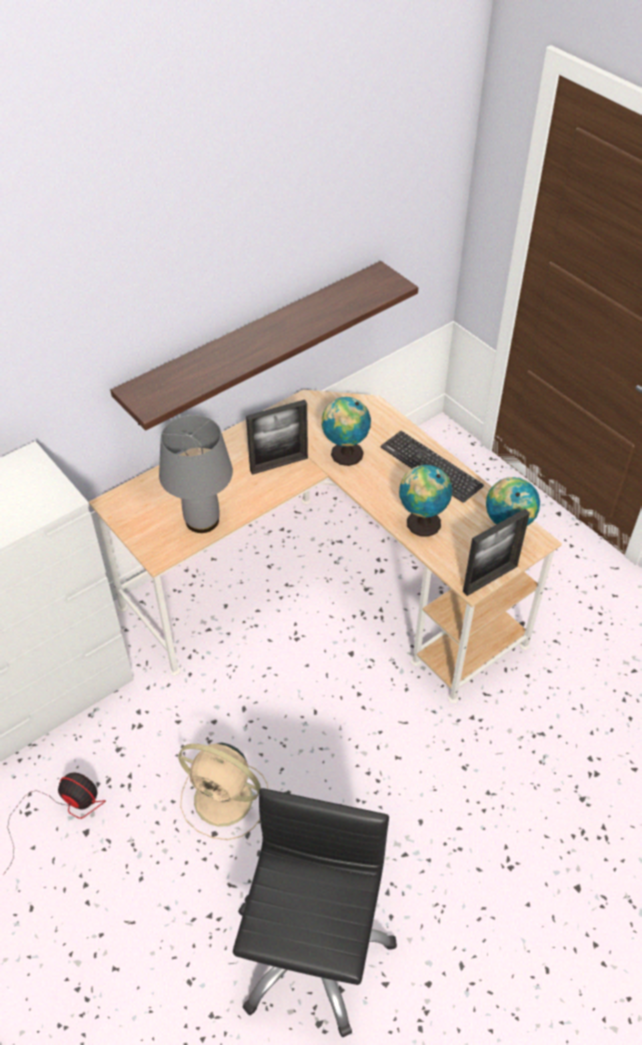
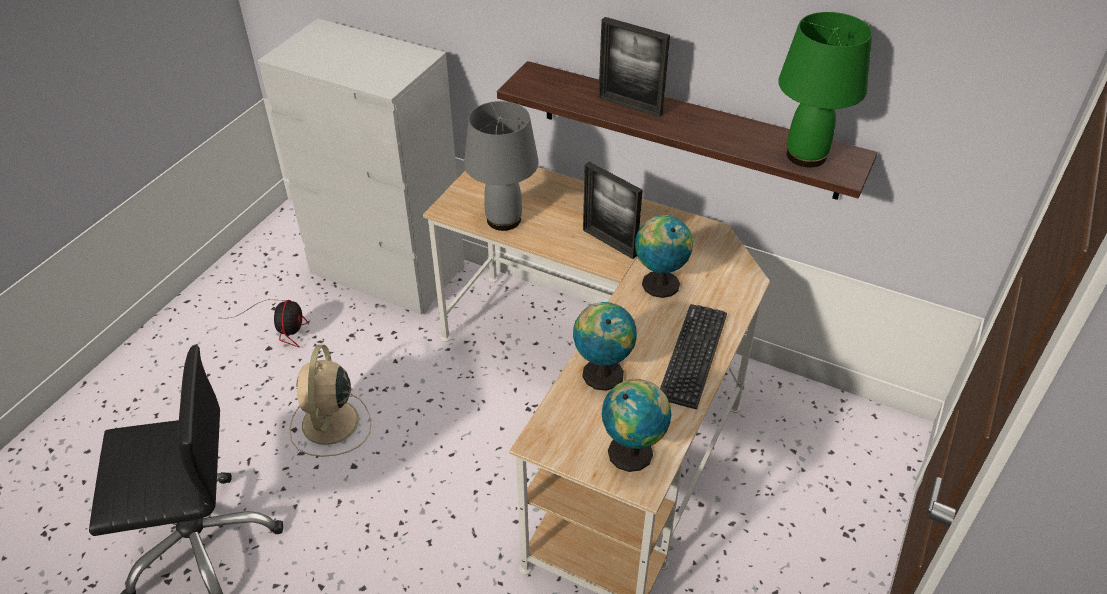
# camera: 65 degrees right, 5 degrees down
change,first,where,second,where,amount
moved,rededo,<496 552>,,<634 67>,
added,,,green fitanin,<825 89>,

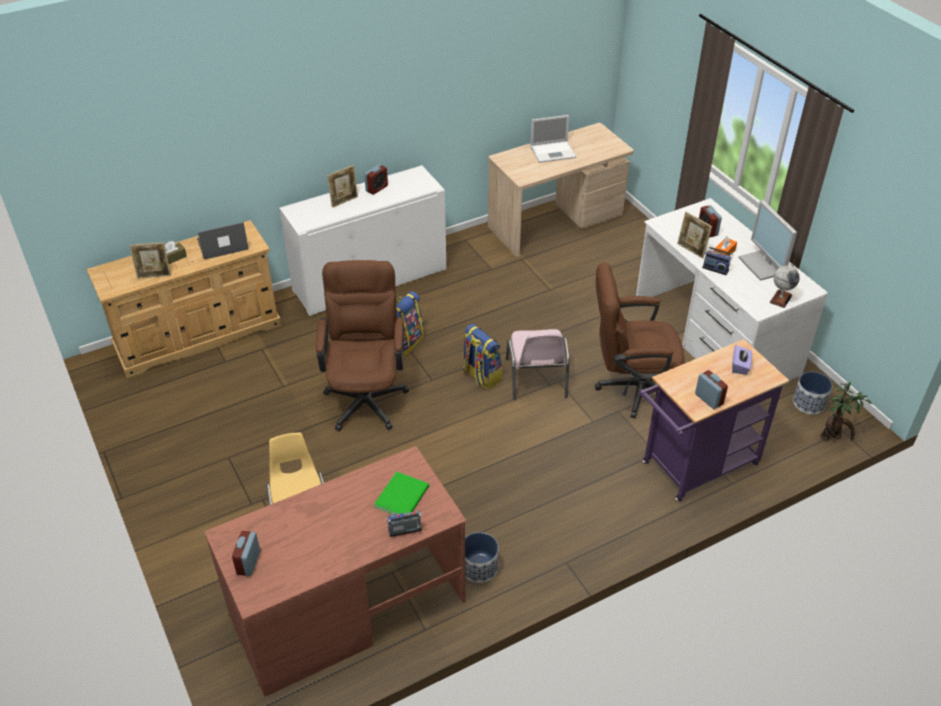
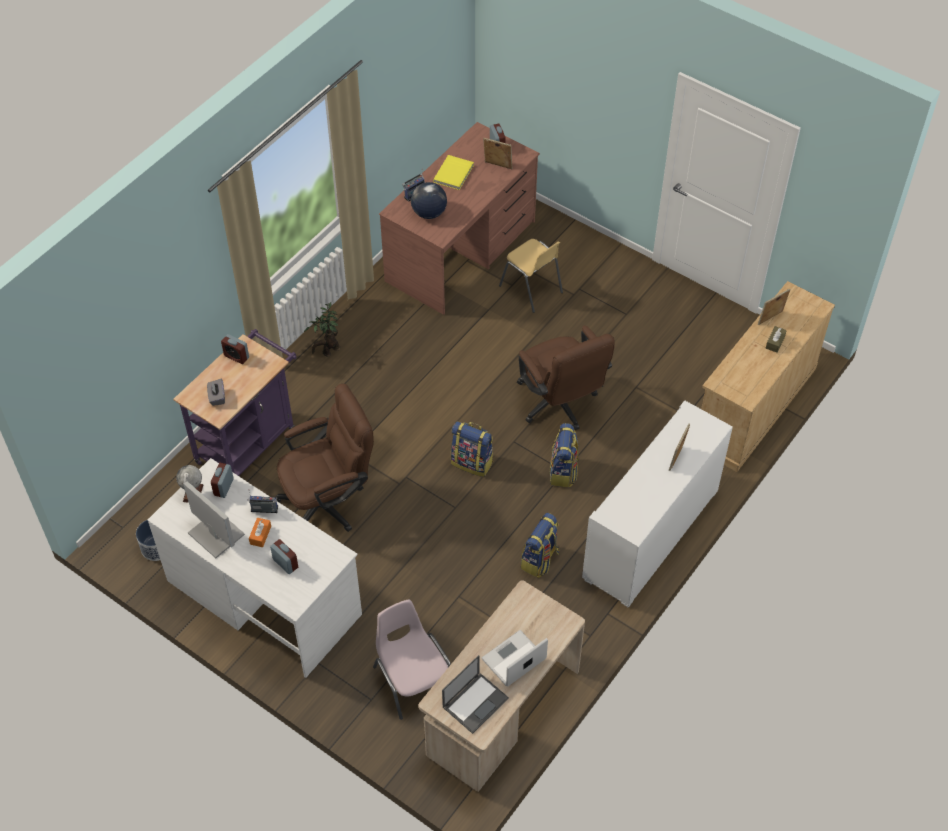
# camera: 155 degrees right, 10 degrees up
change,first,where,second,where,amount
recoloured,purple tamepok,<742 360>,grey tamepok,<216 392>,
moved,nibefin,<376 179>,,<222 480>,
moved,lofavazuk,<846 411>,,<322 329>,
moved,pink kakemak,<538 364>,,<412 659>,
replaced,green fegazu,<401 493>,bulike,<429 200>,
added,,,yellow fegazu,<453 172>,
moved,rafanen,<223 241>,,<475 694>,
moved,rededo,<694 235>,,<497 153>,
added,,,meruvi,<540 545>,
removed,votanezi,<482 557>,,,

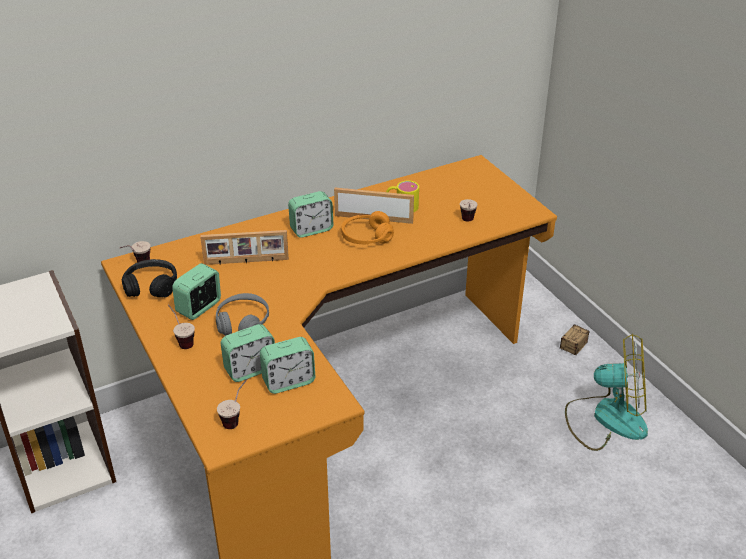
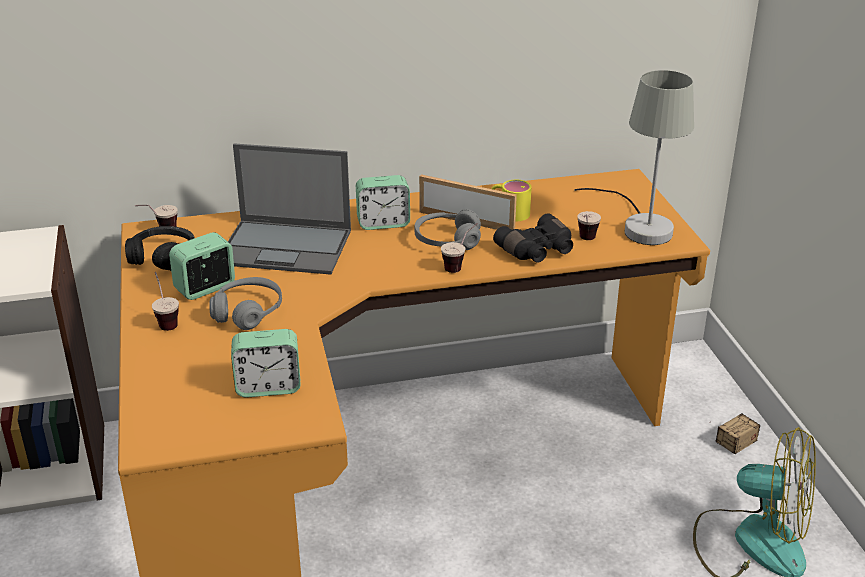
# camera: 15 degrees right, 5 degrees down
change,first,where,second,where,amount
replaced,rededo,<244 247>,rafanen,<289 209>,
recoloured,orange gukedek,<367 227>,grey gukedek,<447 229>,
moved,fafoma,<232 404>,,<459 248>,
added,,,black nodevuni,<533 238>,
added,,,grey fitanin,<634 157>,
removed,nibefin,<248 353>,,,

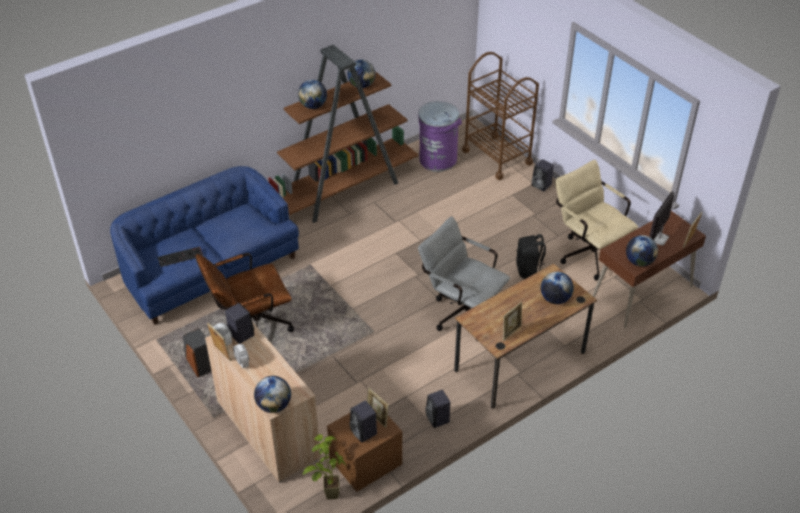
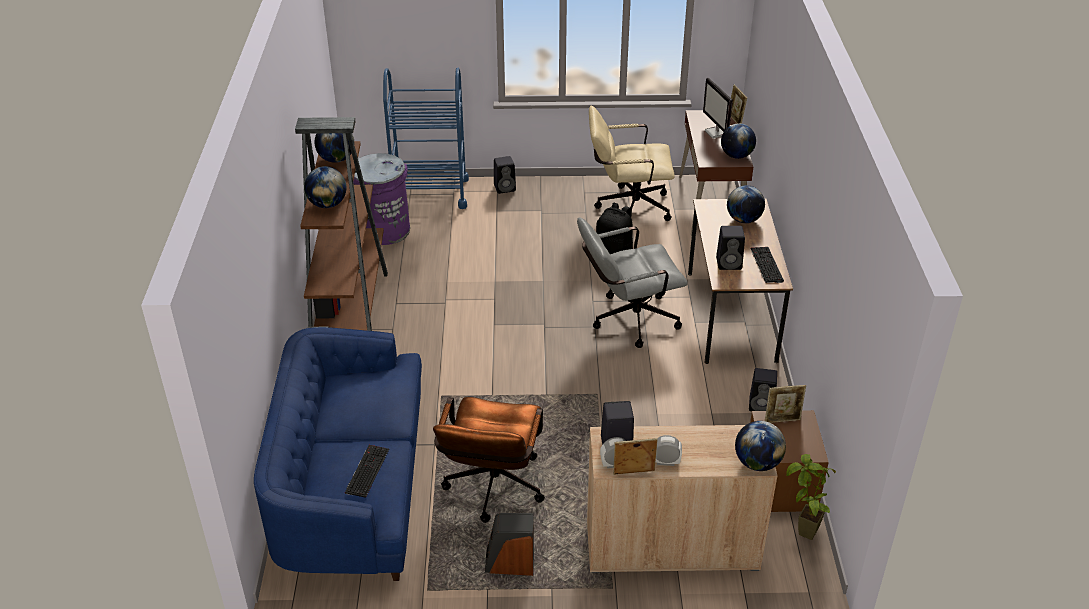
# camera: 55 degrees left, 5 degrees down
change,first,where,second,where,amount
recoloured,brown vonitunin,<500 116>,blue vonitunin,<426 138>,
moved,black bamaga,<363 421>,,<730 248>,
replaced,rededo,<512 321>,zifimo,<767 265>,

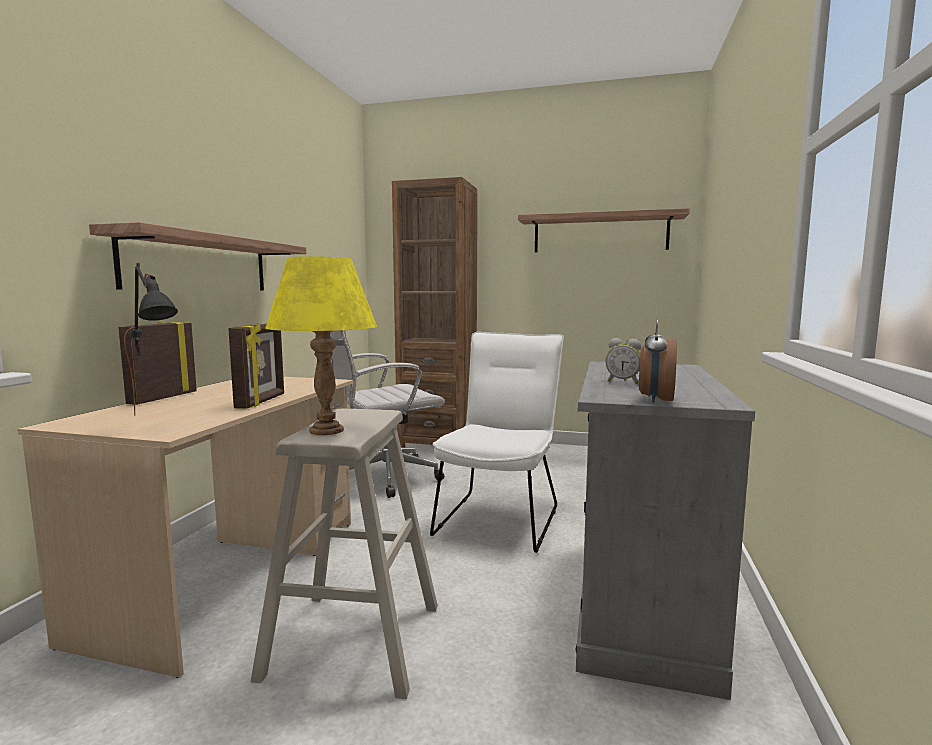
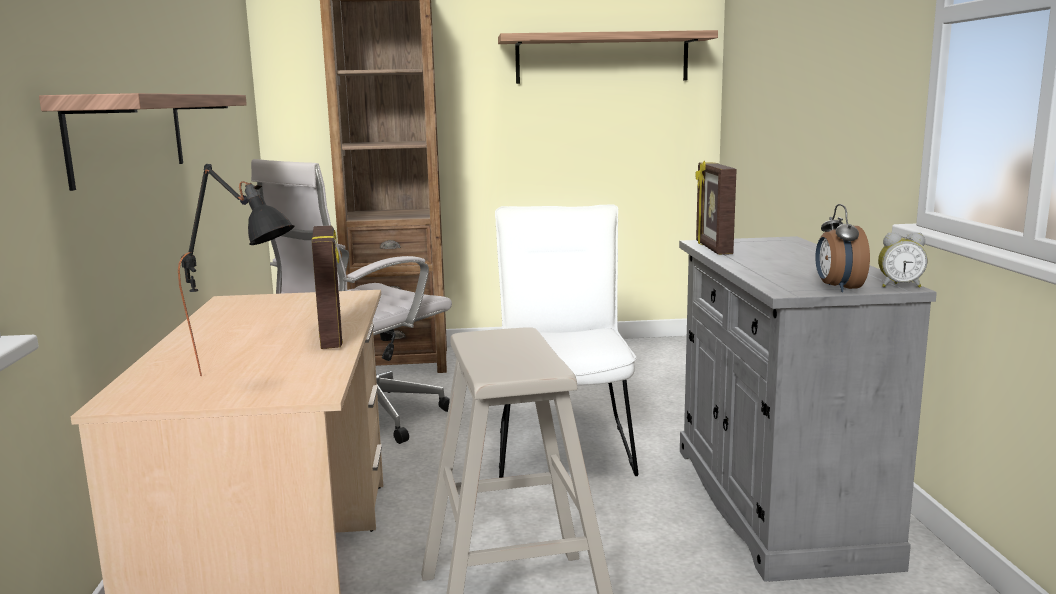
# camera: 20 degrees left, 5 degrees up
change,first,where,second,where,amount
moved,rededo,<157 362>,,<716 208>,
moved,nibefin,<623 361>,,<902 260>,
removed,yellow fitanin,<321 345>,,,

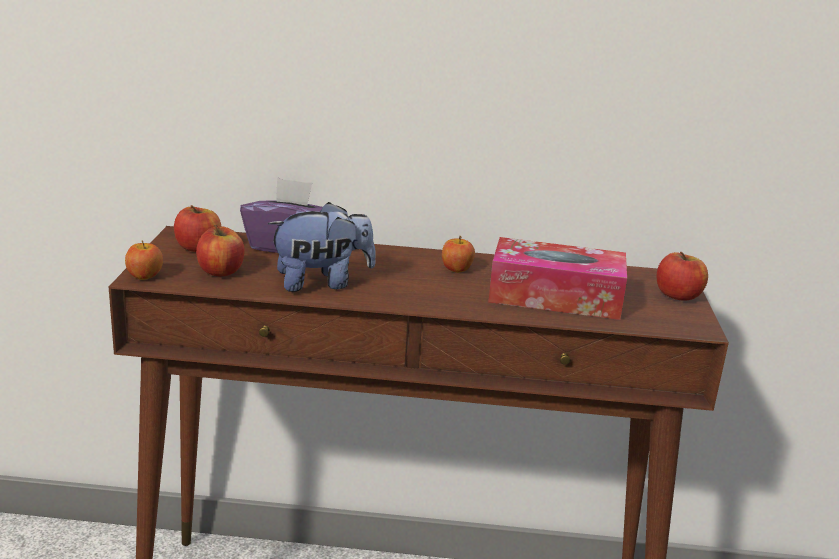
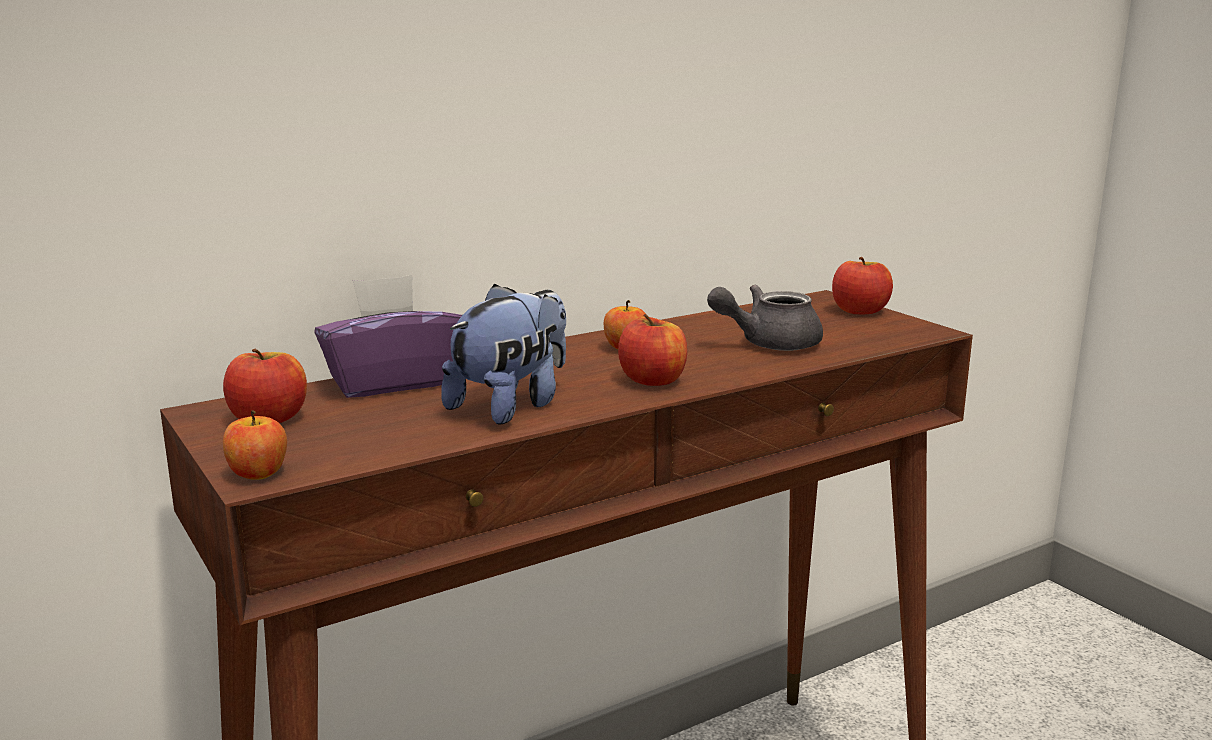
# camera: 35 degrees left, 5 degrees down
change,first,where,second,where,amount
moved,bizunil,<220 251>,,<652 350>,
replaced,tamepok,<557 278>,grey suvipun,<765 318>,

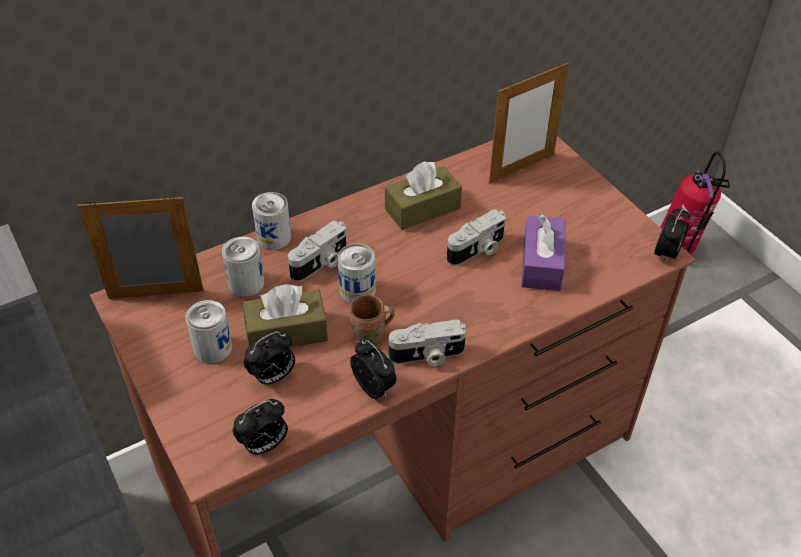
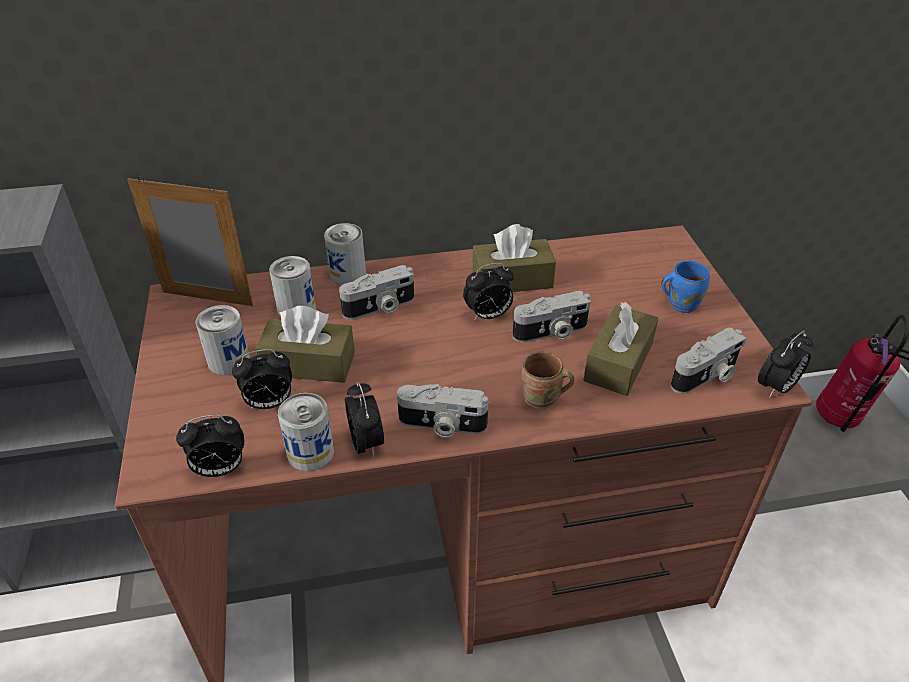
# camera: 20 degrees right, 5 degrees down
change,first,where,second,where,amount
moved,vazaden,<356 273>,,<306 432>,
added,,,nibefin,<488 292>,
moved,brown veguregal,<371 318>,,<548 380>,
recoloured,purple tamepok,<543 252>,brown tamepok,<620 349>,
added,,,blue veguregal,<686 286>,
added,,,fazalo,<709 360>,
removed,rededo,<529 122>,,,

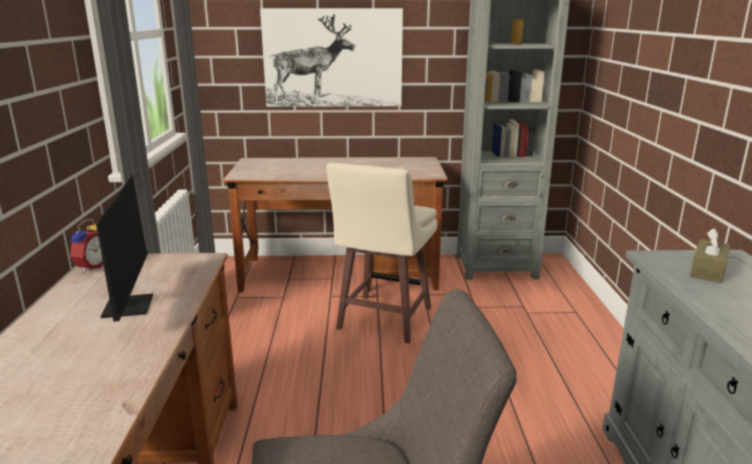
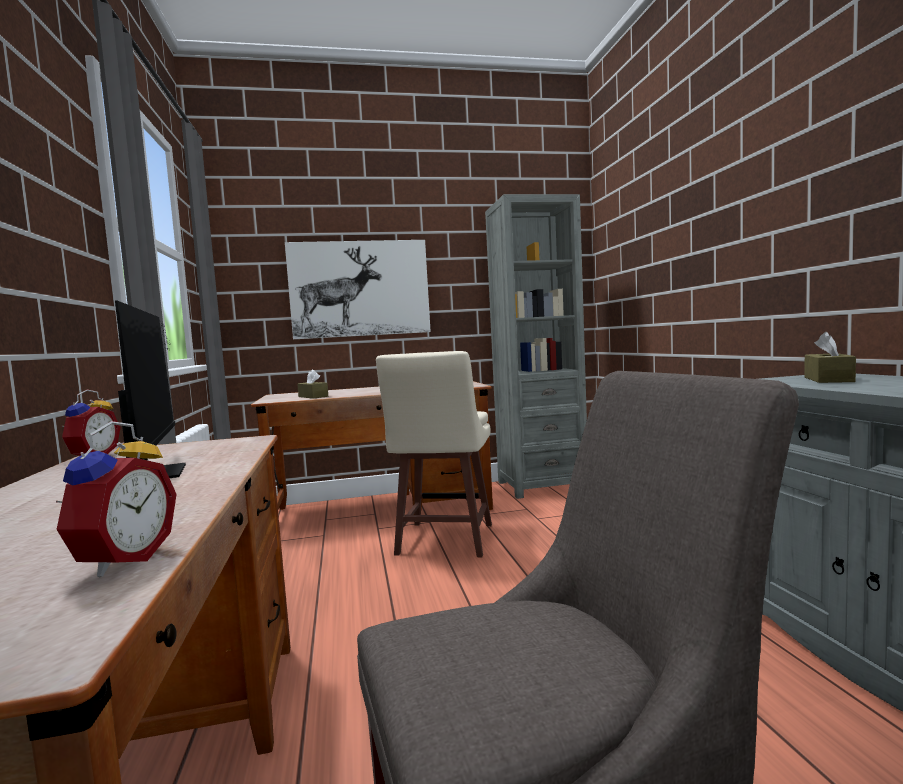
# camera: 10 degrees left, 15 degrees down
change,first,where,second,where,amount
added,,,nibefin,<116 499>,
added,,,brown tamepok,<312 384>,

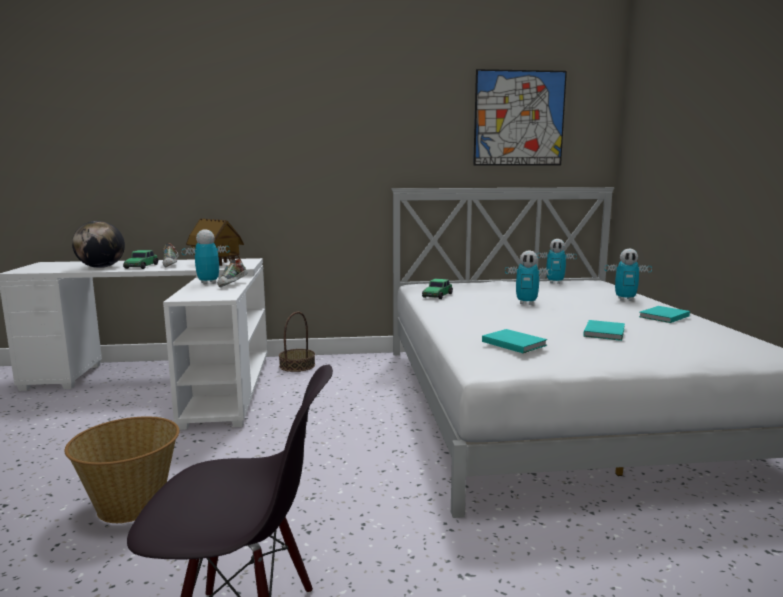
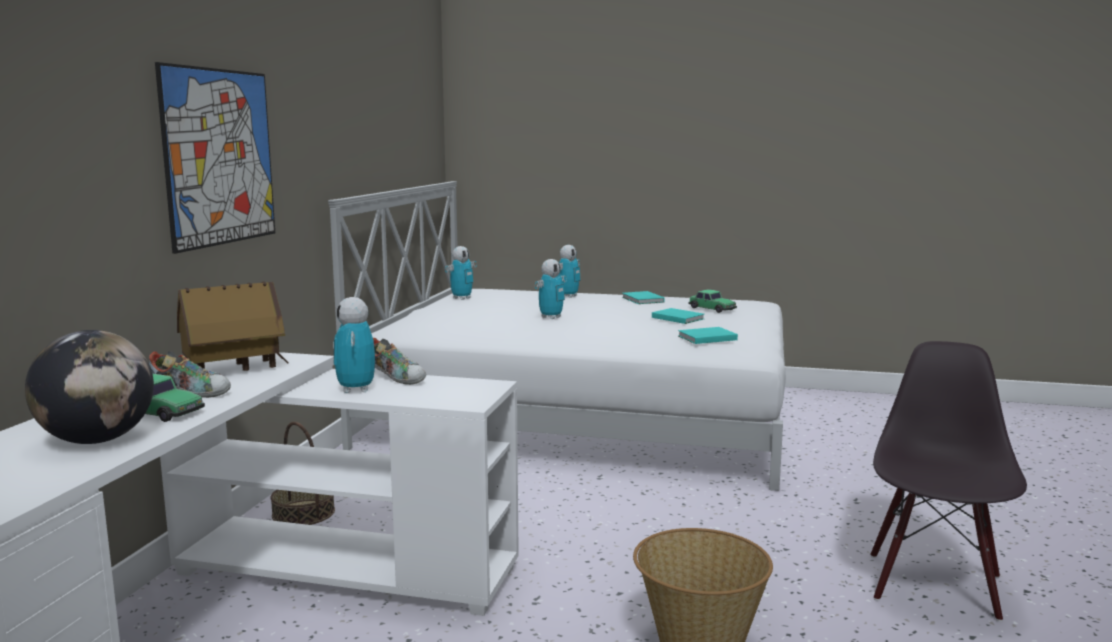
# camera: 70 degrees left, 0 degrees up
change,first,where,second,where,amount
moved,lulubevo,<520 117>,,<215 158>,
moved,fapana,<437 288>,,<712 301>,

